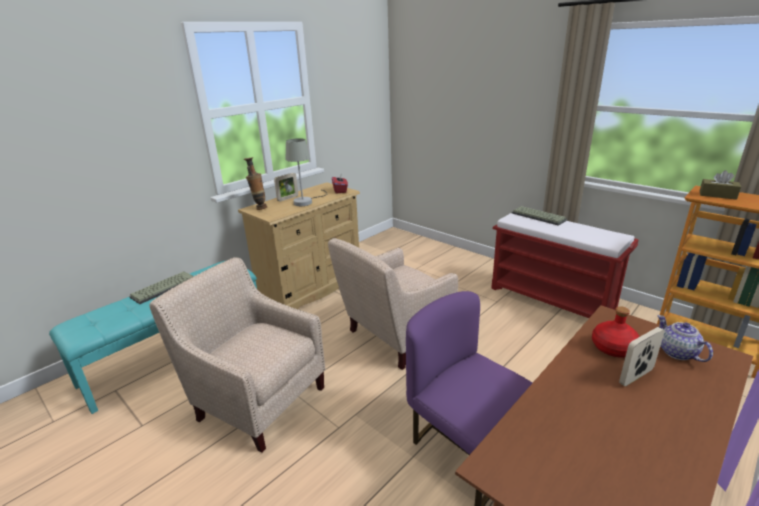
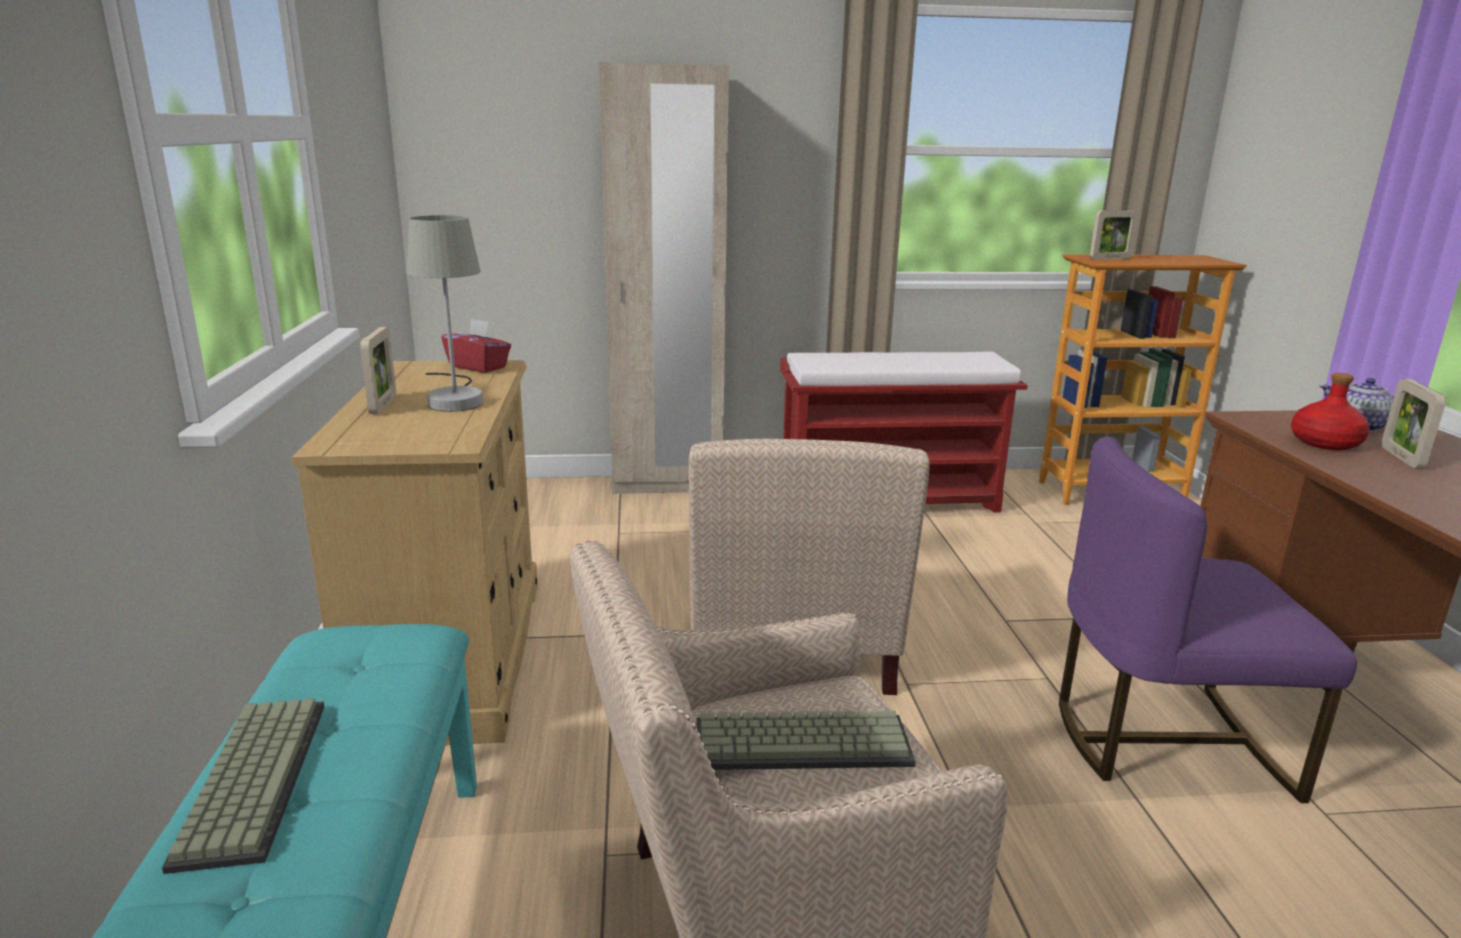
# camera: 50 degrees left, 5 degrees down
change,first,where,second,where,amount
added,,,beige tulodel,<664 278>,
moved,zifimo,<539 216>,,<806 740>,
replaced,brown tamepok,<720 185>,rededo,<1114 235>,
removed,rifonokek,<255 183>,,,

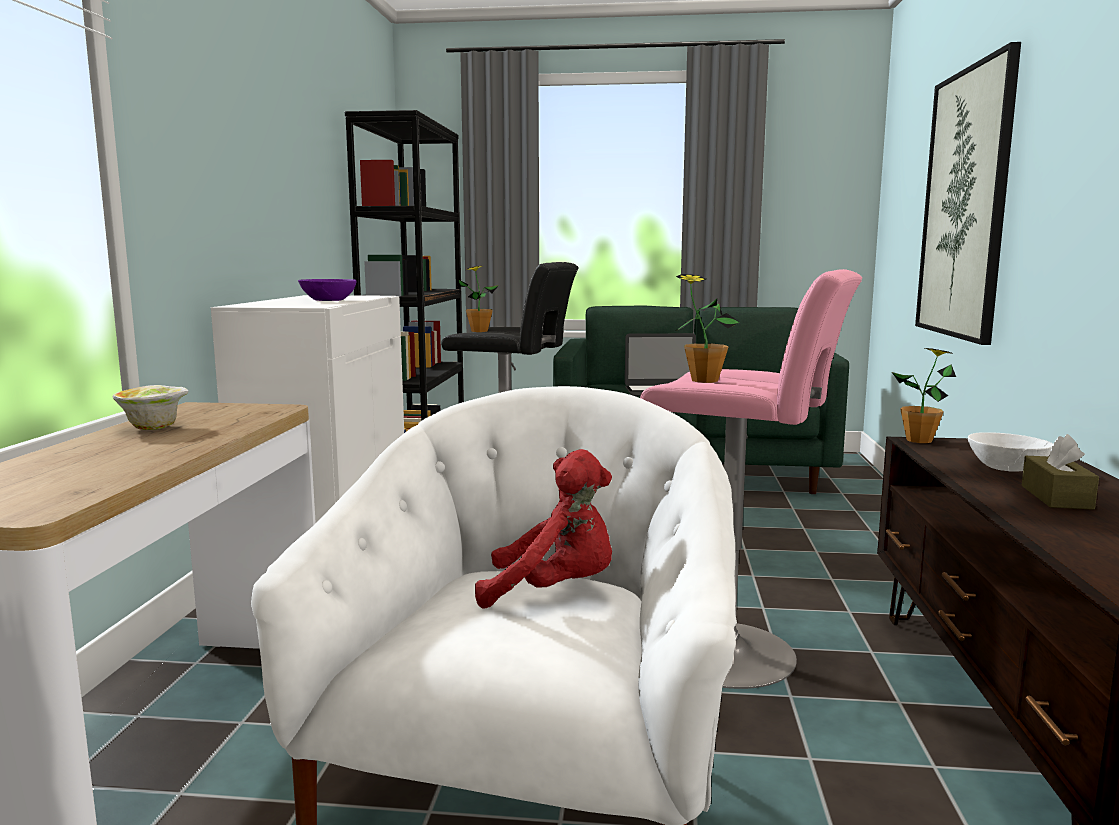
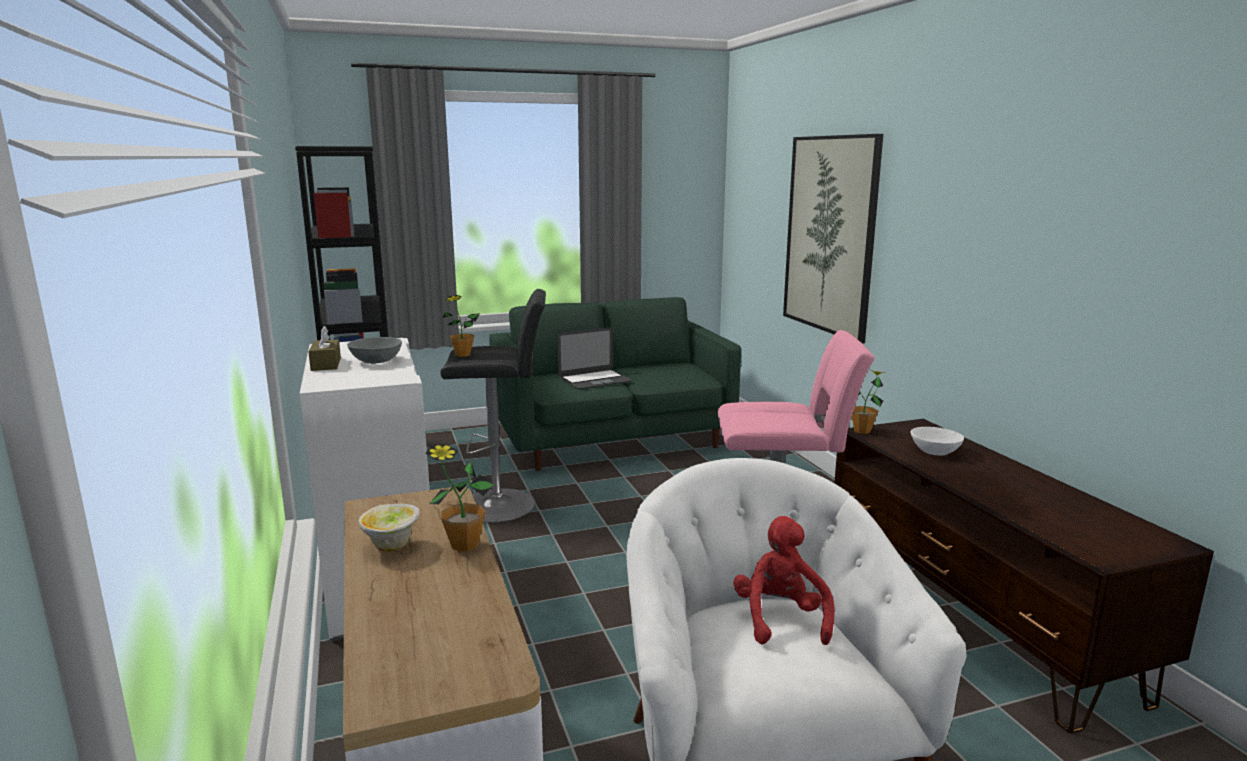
# camera: 25 degrees left, 5 degrees up
change,first,where,second,where,amount
moved,brown tamepok,<1060 472>,,<324 348>,
recoloured,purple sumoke,<327 290>,grey sumoke,<374 350>,
moved,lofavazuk,<708 328>,,<459 497>,
turned,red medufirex,<543 529>,,<784 580>,75 degrees counterclockwise

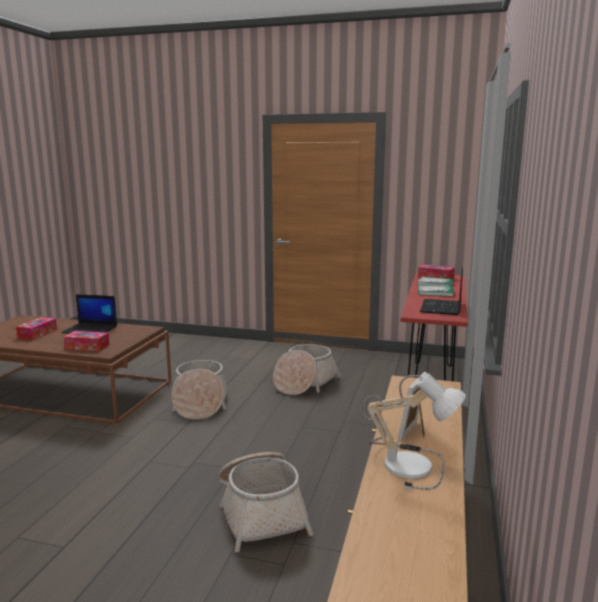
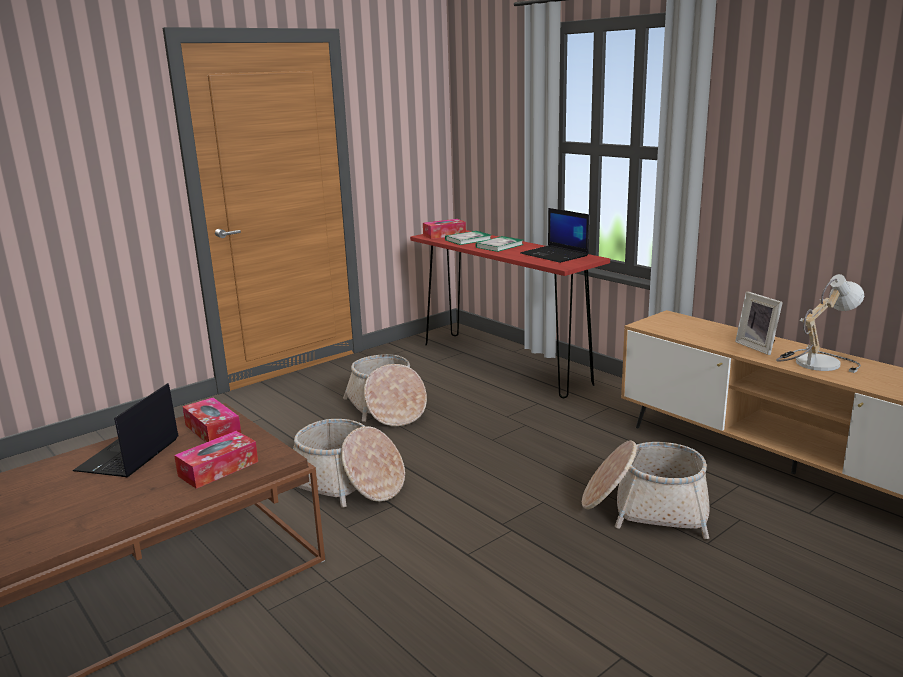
# camera: 55 degrees left, 5 degrees up
change,first,where,second,where,amount
turned,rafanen,<89 314>,,<126 430>,150 degrees clockwise
moved,tamepok,<36 328>,,<211 420>,

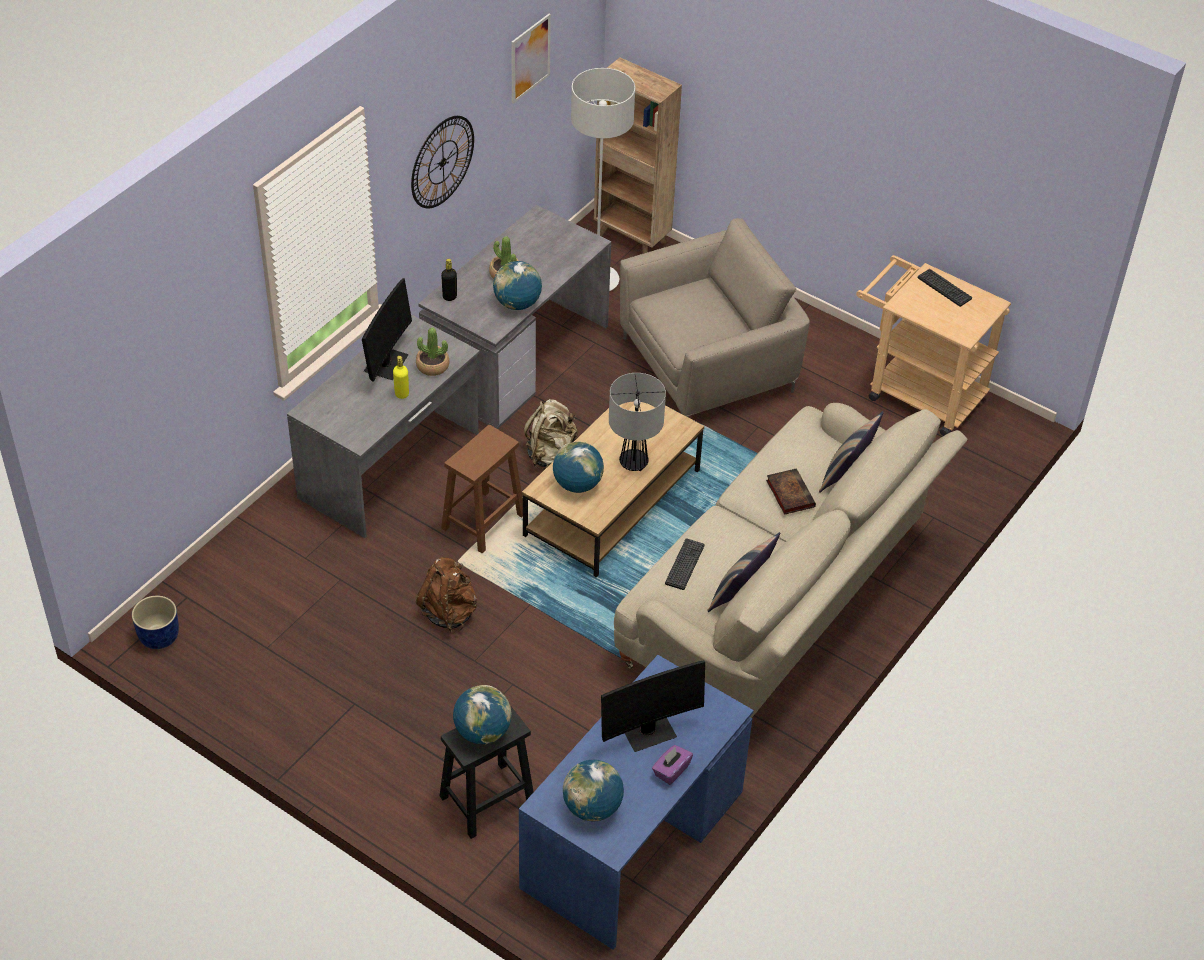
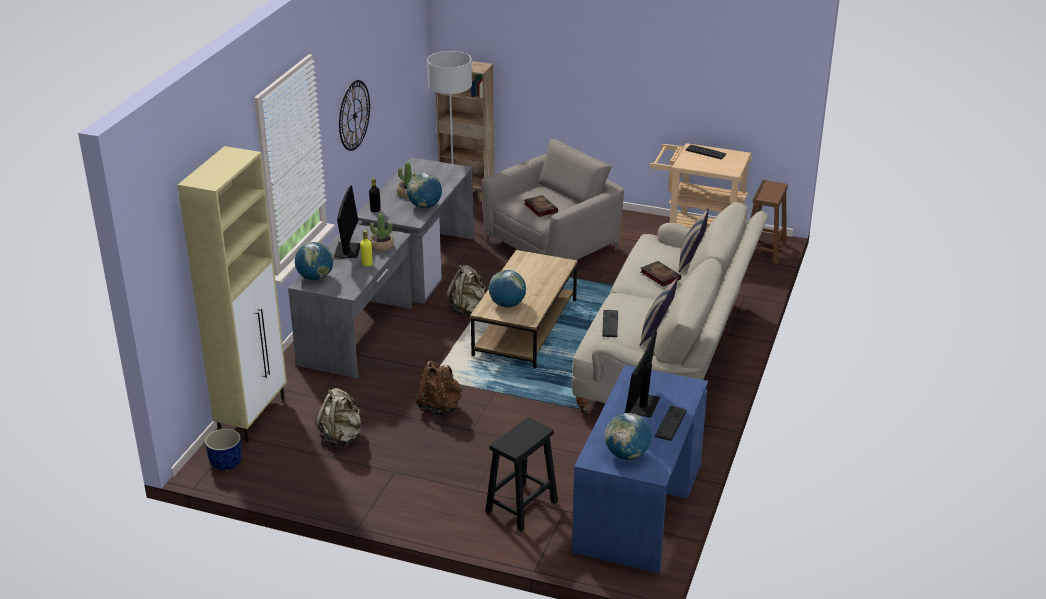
# camera: 15 degrees left, 15 degrees down
change,first,where,second,where,amount
added,,,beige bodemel,<232 294>,
moved,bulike,<482 714>,,<314 261>,
added,,,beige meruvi,<338 418>,
added,,,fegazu,<541 206>,
turned,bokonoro,<653 706>,,<642 373>,150 degrees clockwise
replaced,purple tamepok,<672 765>,zifimo,<671 423>,
moved,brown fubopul,<482 489>,,<769 222>,
removed,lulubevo,<531 59>,,,
removed,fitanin,<637 422>,,,

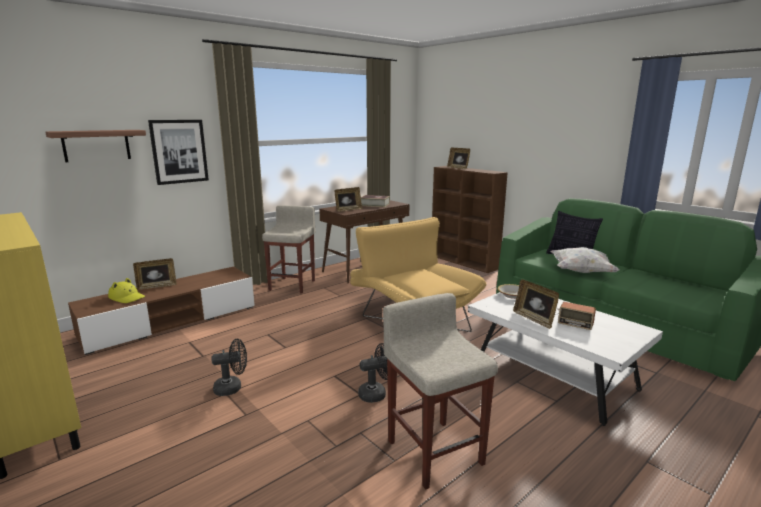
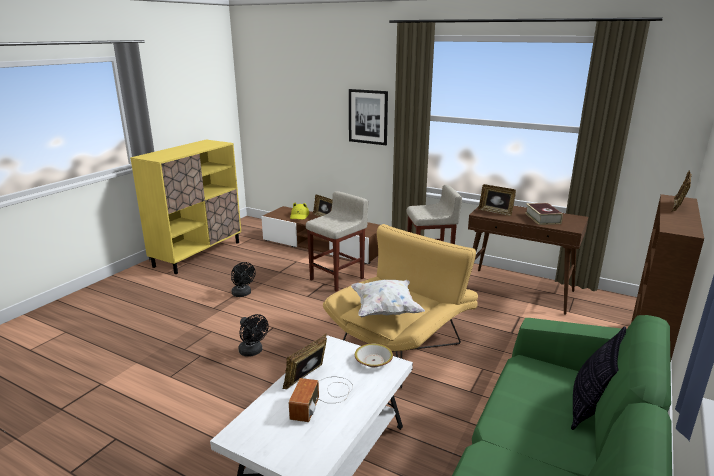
# camera: 70 degrees right, 5 degrees up
change,first,where,second,where,amount
moved,beige fubopul,<440 391>,,<337 241>,
moved,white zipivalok,<584 260>,,<388 298>,
removed,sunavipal,<95 146>,,,

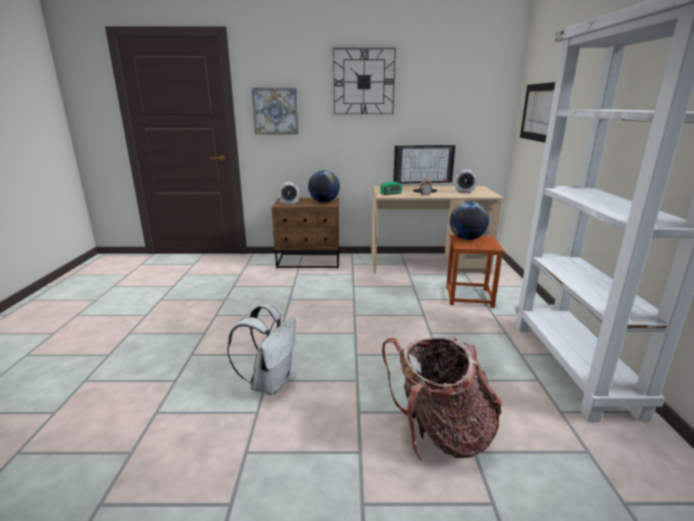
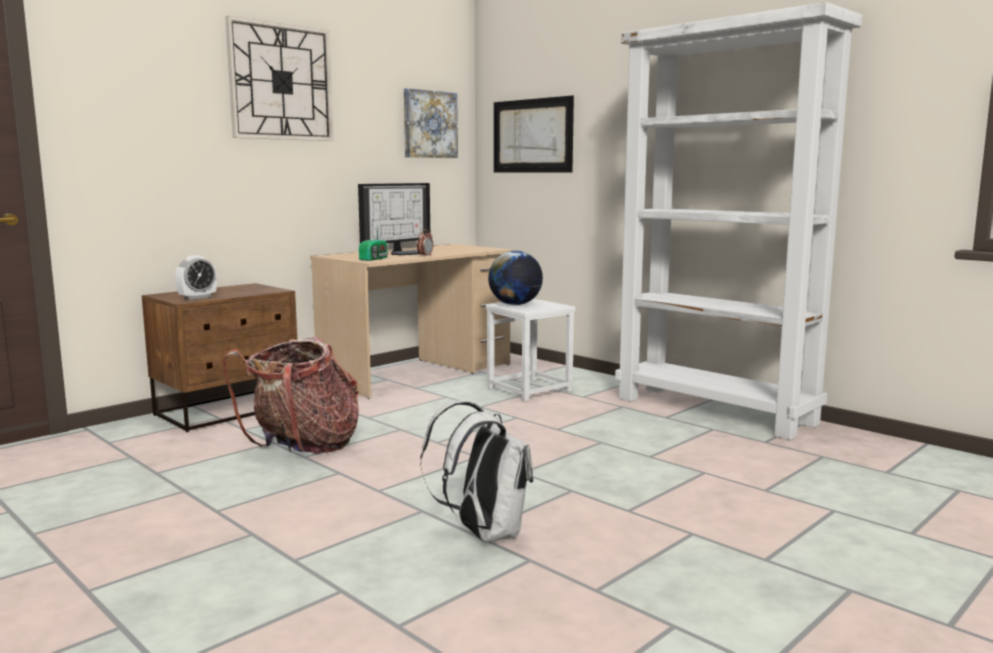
# camera: 45 degrees left, 10 degrees down
change,first,where,second,where,amount
moved,meruvi,<442 399>,,<291 394>,
moved,lulubevo,<275 111>,,<431 123>,
recoloured,brown fubopul,<475 271>,white fubopul,<531 350>,
removed,bulike,<324 186>,,,
removed,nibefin,<465 181>,,,

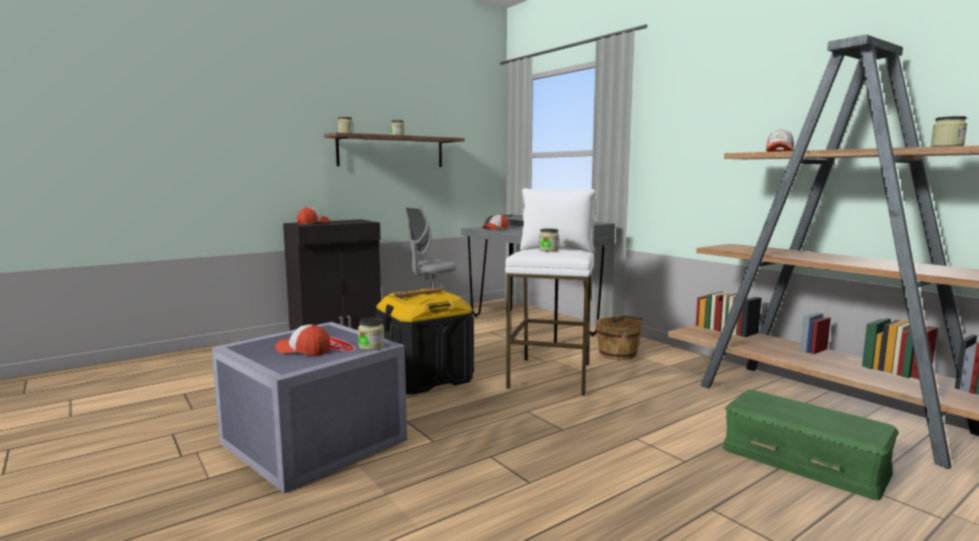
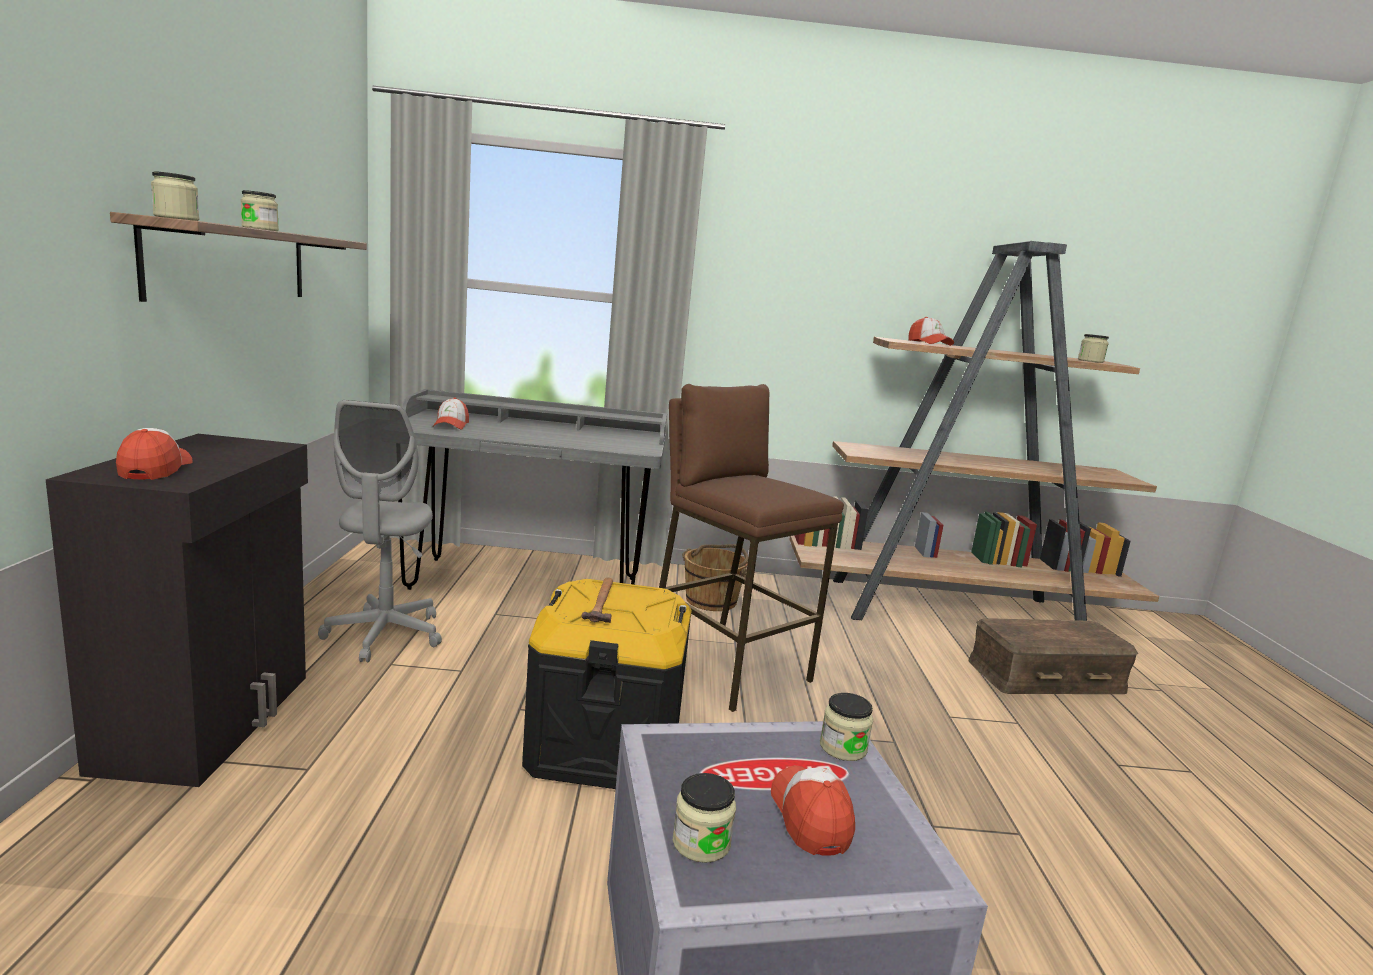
# camera: 55 degrees left, 5 degrees up
change,first,where,second,where,amount
recoloured,white fubopul,<550 292>,brown fubopul,<751 548>,
moved,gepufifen,<549 240>,,<704 818>,
turned,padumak,<303 340>,,<813 810>,120 degrees clockwise
recoloured,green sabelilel,<811 445>,brown sabelilel,<1053 656>,

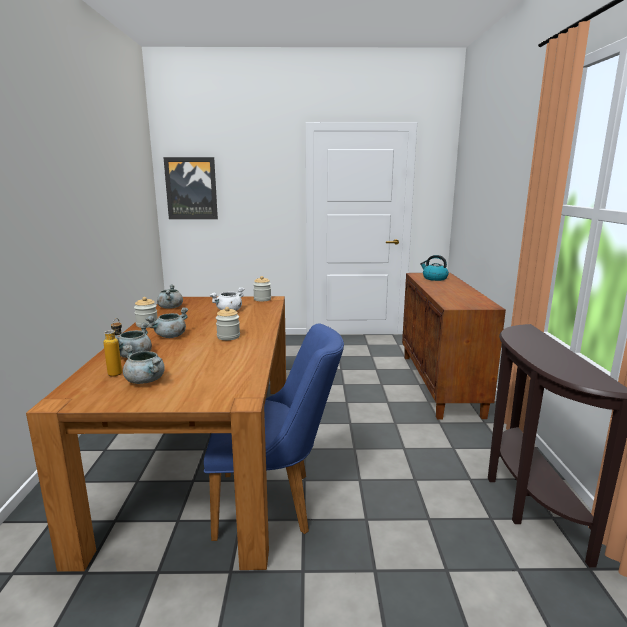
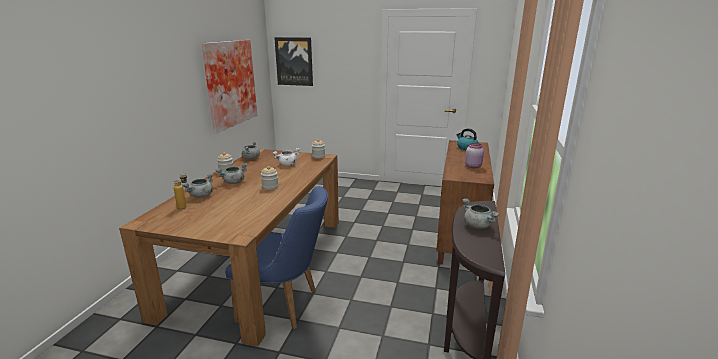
# camera: 15 degrees right, 5 degrees up
change,first,where,second,where,amount
added,,,lulubevo,<229 87>,
moved,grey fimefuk,<144 364>,,<481 214>,
added,,,pink gepufifen,<474 155>,

